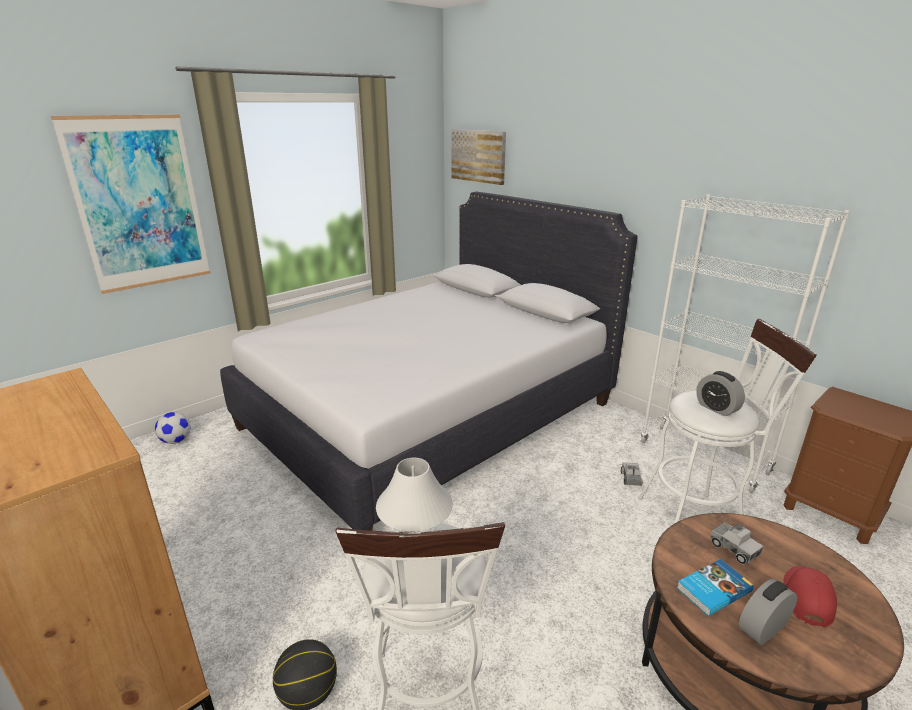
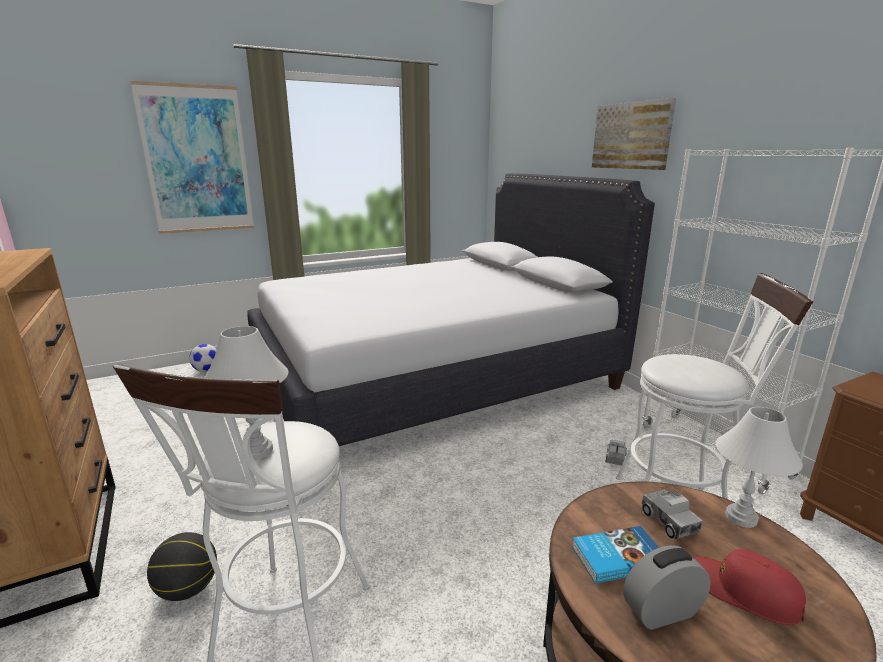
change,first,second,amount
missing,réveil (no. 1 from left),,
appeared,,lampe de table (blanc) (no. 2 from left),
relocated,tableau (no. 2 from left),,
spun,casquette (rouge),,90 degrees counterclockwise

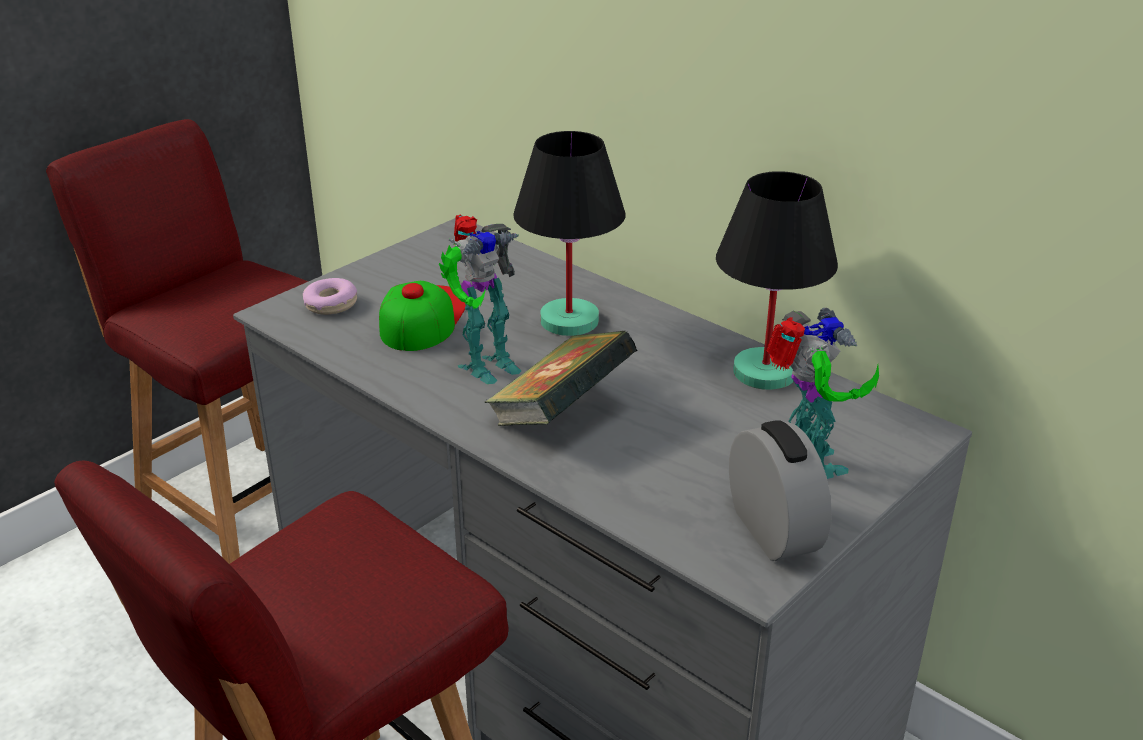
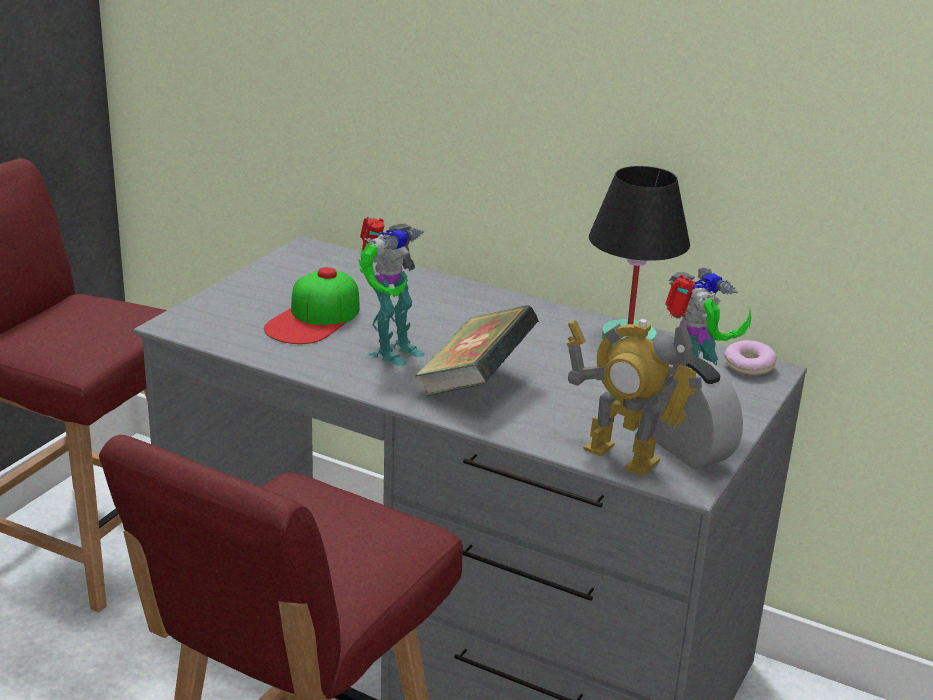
change,first,second,amount
missing,lampe de table (noir) (no. 1 from left),,
appeared,,robot jouet (no. 2 from left),
relocated,beignet,,
spun,casquette,,150 degrees counterclockwise

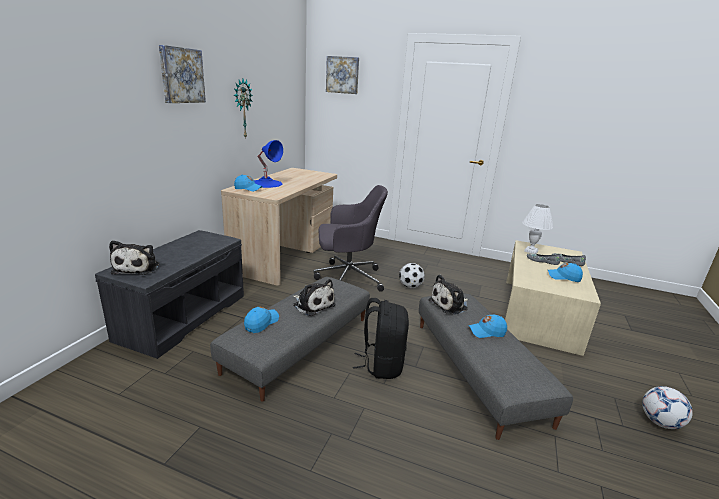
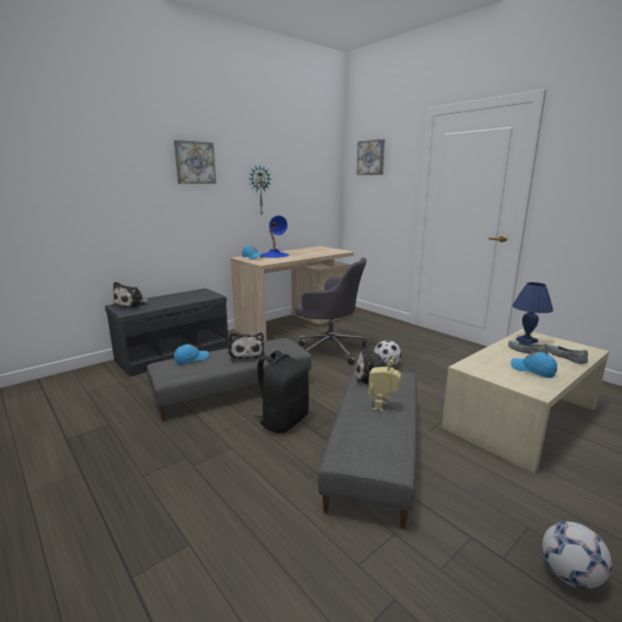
change,first,second,amount
exchanged,casquette (bleu) (no. 3 from left),robot jouet,
colour,lampe de table (blanc),lampe de table (bleu) (no. 2 from left),

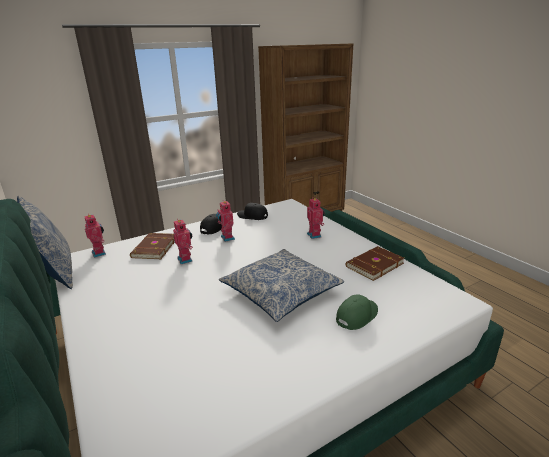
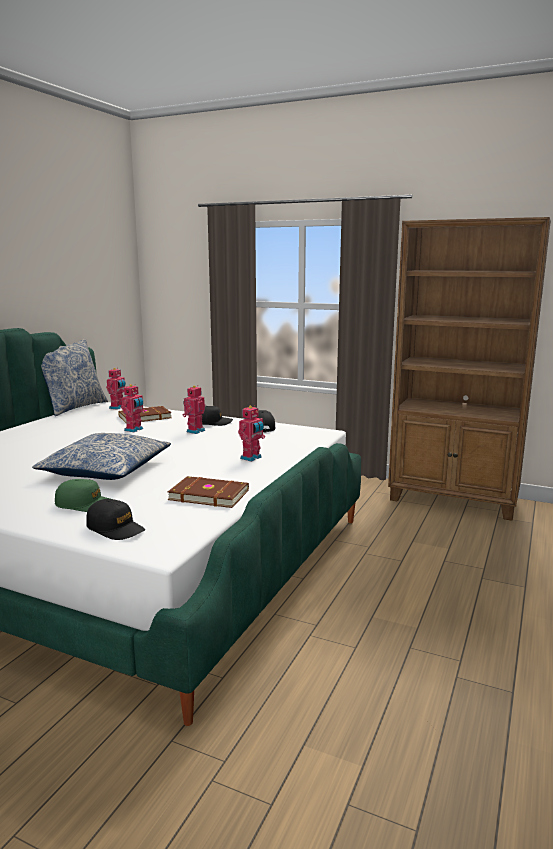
change,first,second,amount
appeared,,casquette (noir) (no. 1 from left),

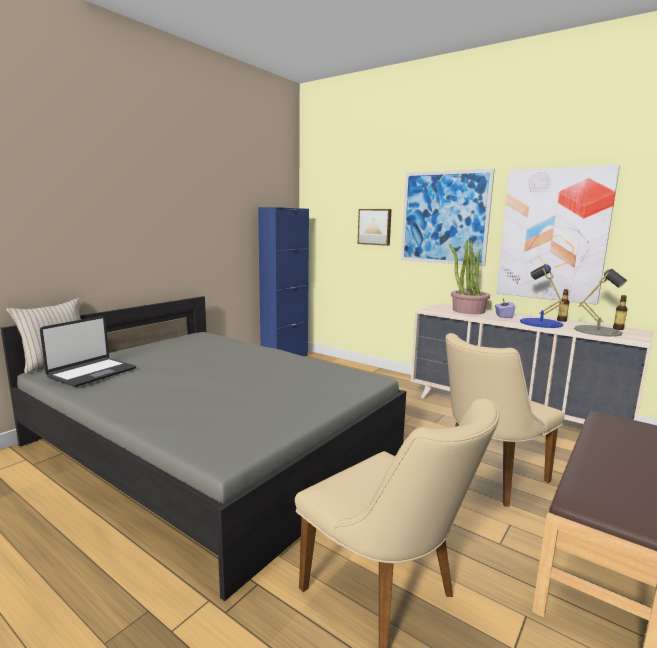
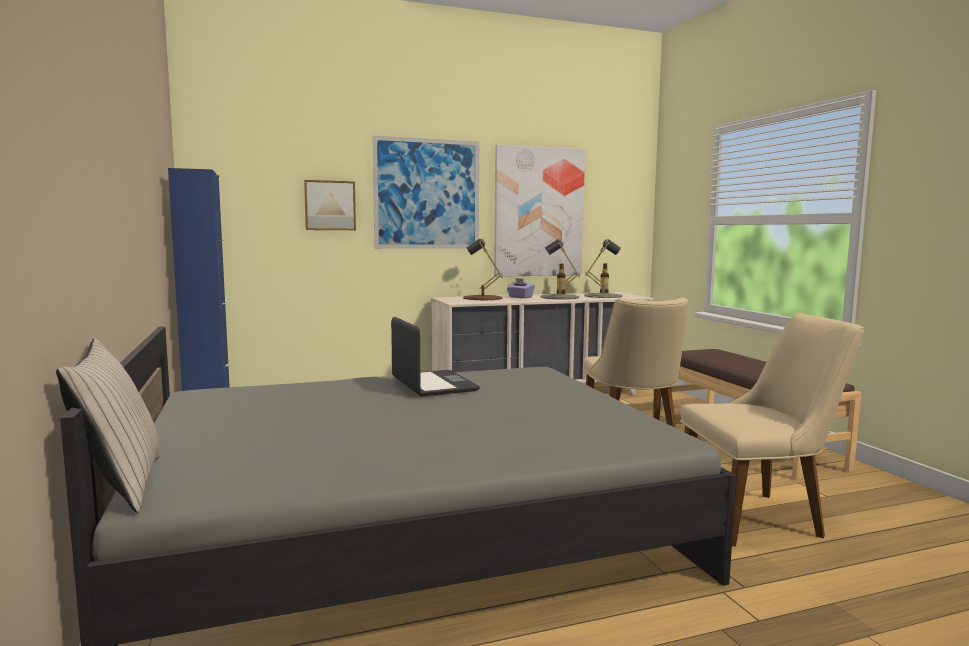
change,first,second,amount
relocated,ordinateur portable,,
exchanged,plante en pot,lampe de table (marron),
colour,lampe de table (bleu),lampe de table (gris) (no. 1 from left),

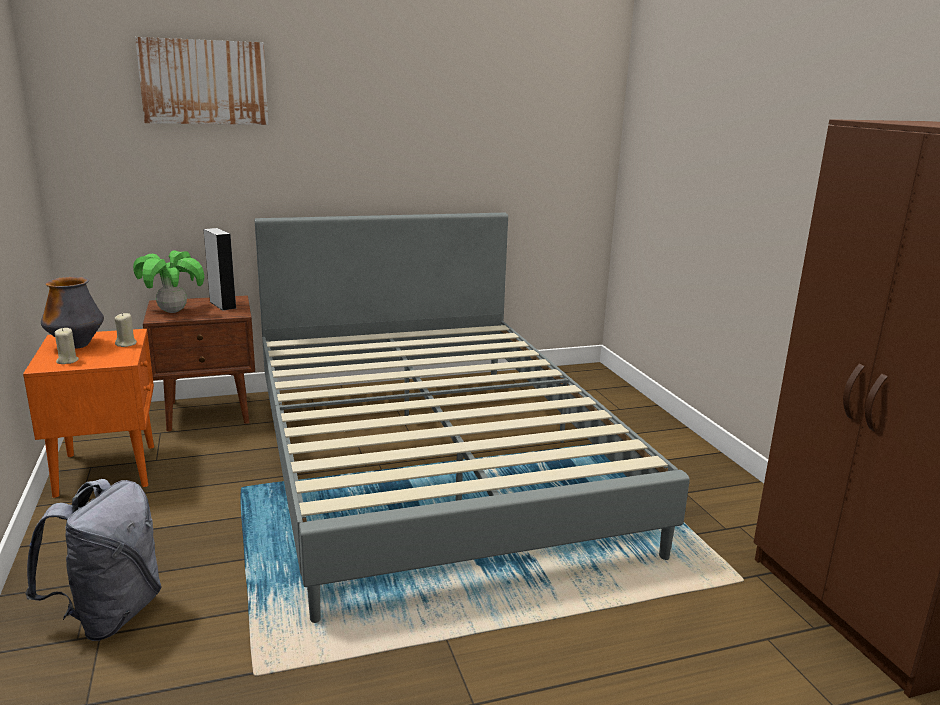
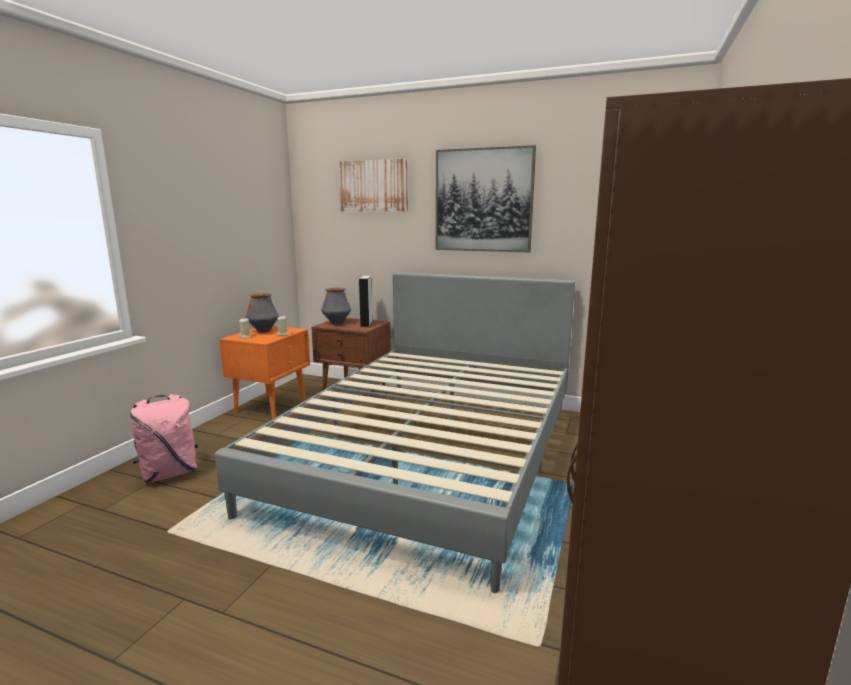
change,first,second,amount
appeared,,tableau (no. 2 from left),
exchanged,plante en pot,vase (no. 2 from left),
colour,sac à dos (gris),sac à dos (rose),

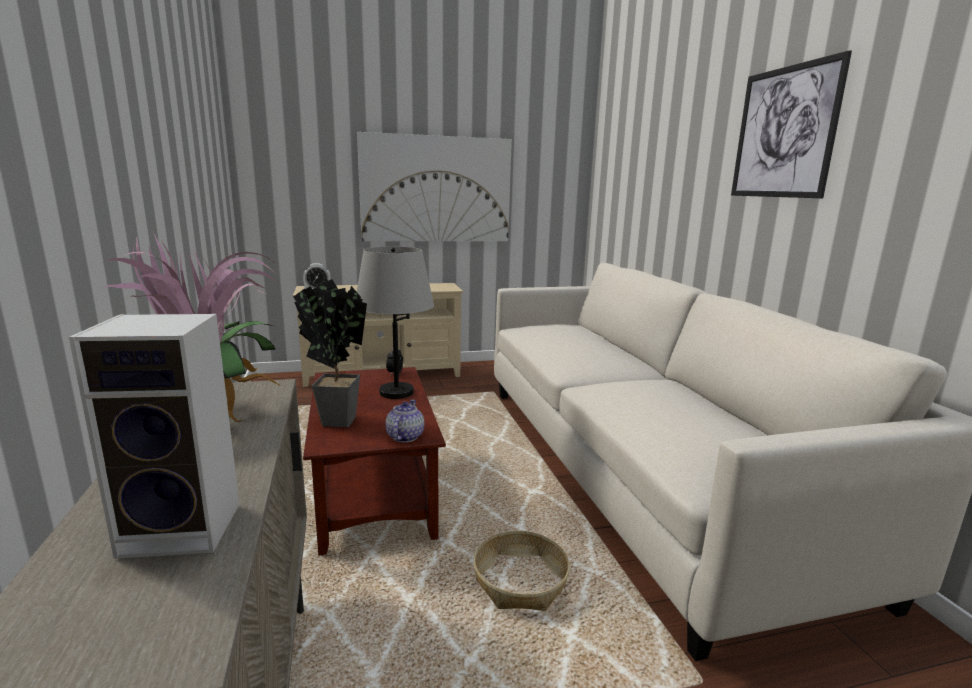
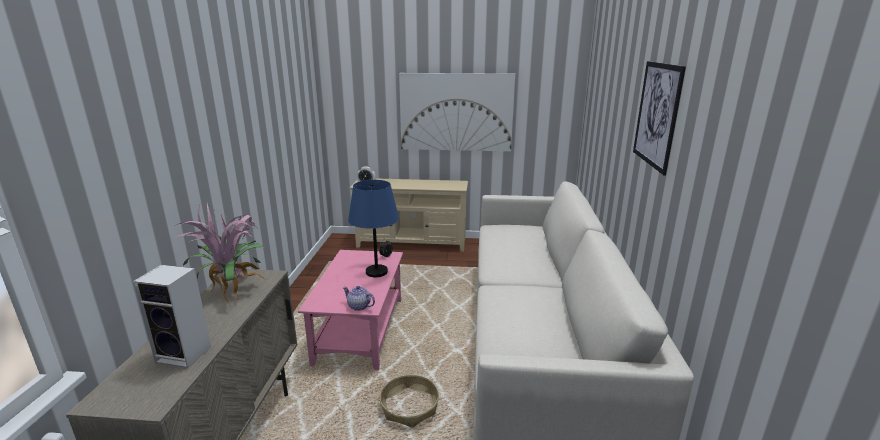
change,first,second,amount
missing,plante en pot (no. 2 from left),,
colour,table basse (marron),table basse (rose),
colour,lampe de table (gris),lampe de table (bleu),
spun,théière,,90 degrees counterclockwise

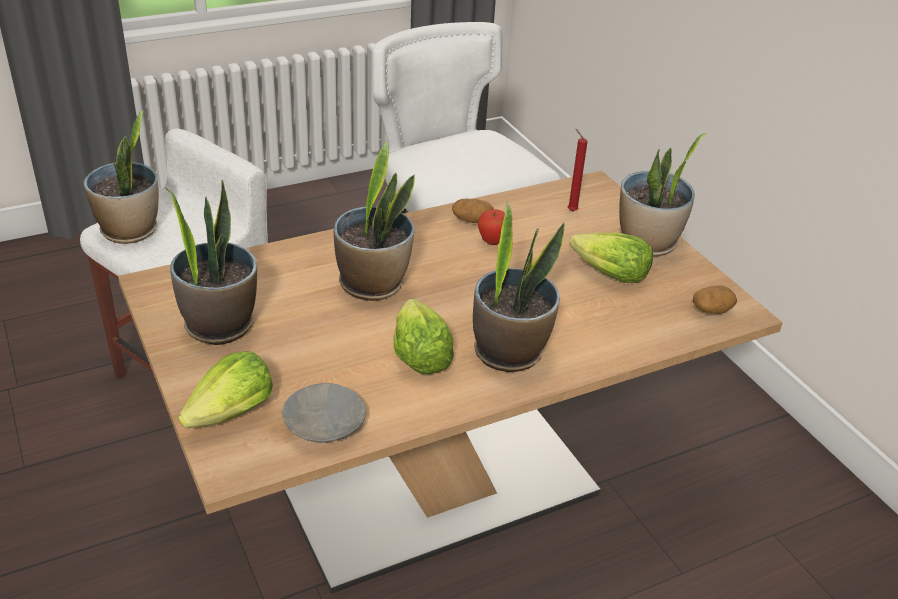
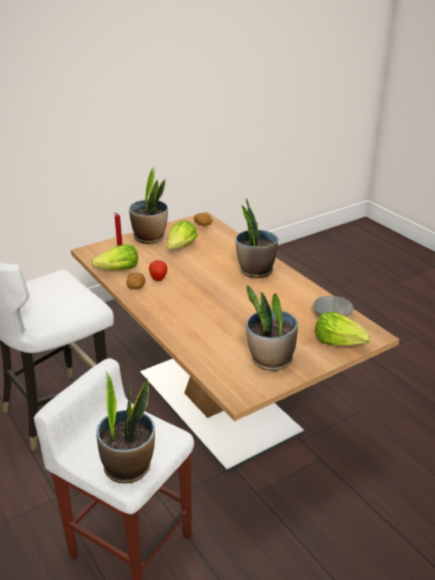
change,first,second,amount
missing,plante en pot (no. 3 from left),,
relocated,laitue (no. 2 from left in the first image),laitue (no. 1 from left),

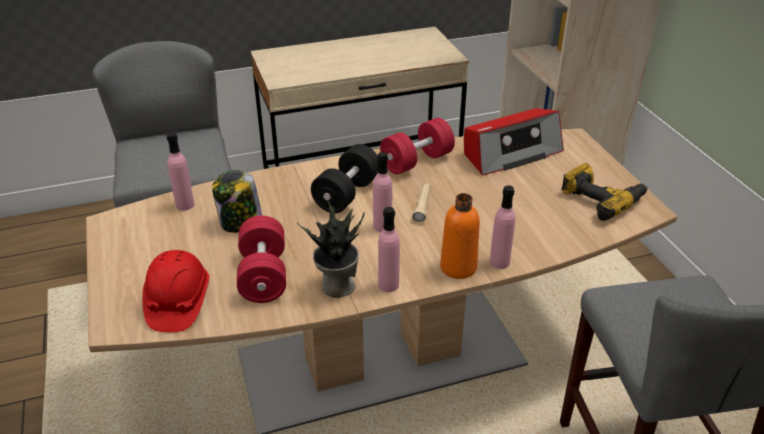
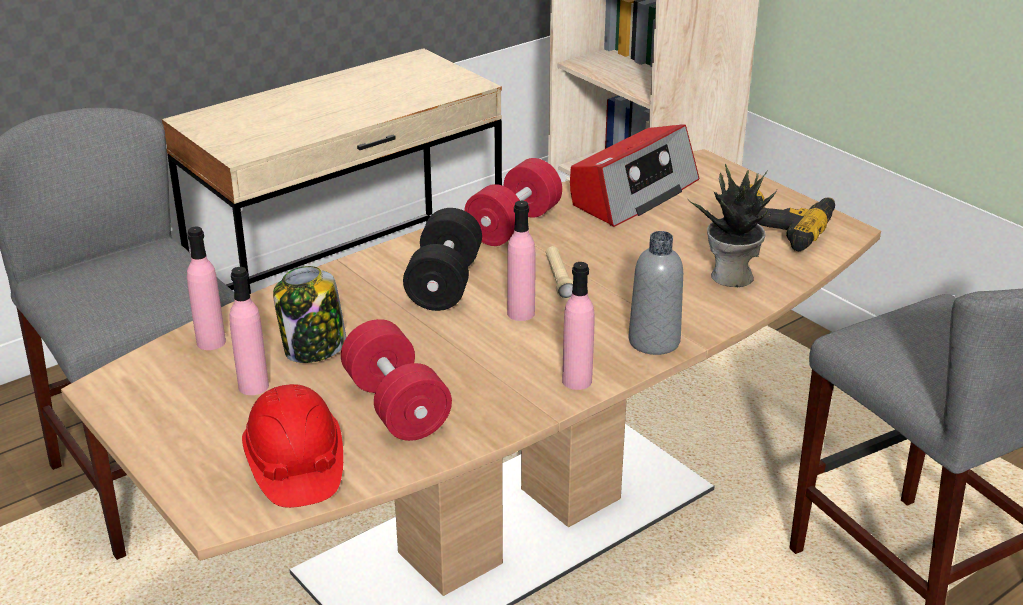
change,first,second,amount
relocated,plante en pot,,
relocated,bouteille (rose) (no. 4 from left in the first image),bouteille (rose) (no. 2 from left),
colour,bouteille (orange),bouteille (gris),

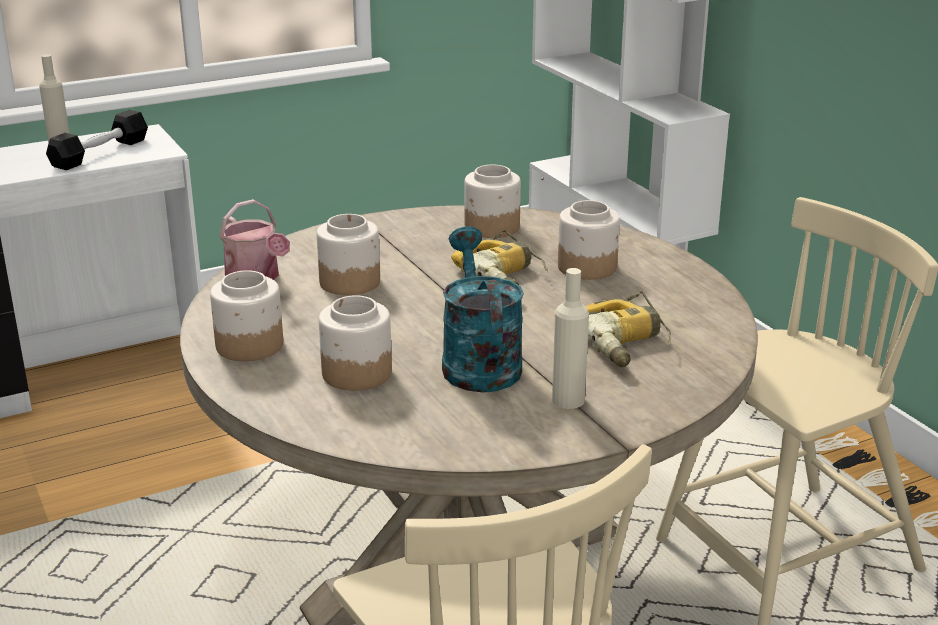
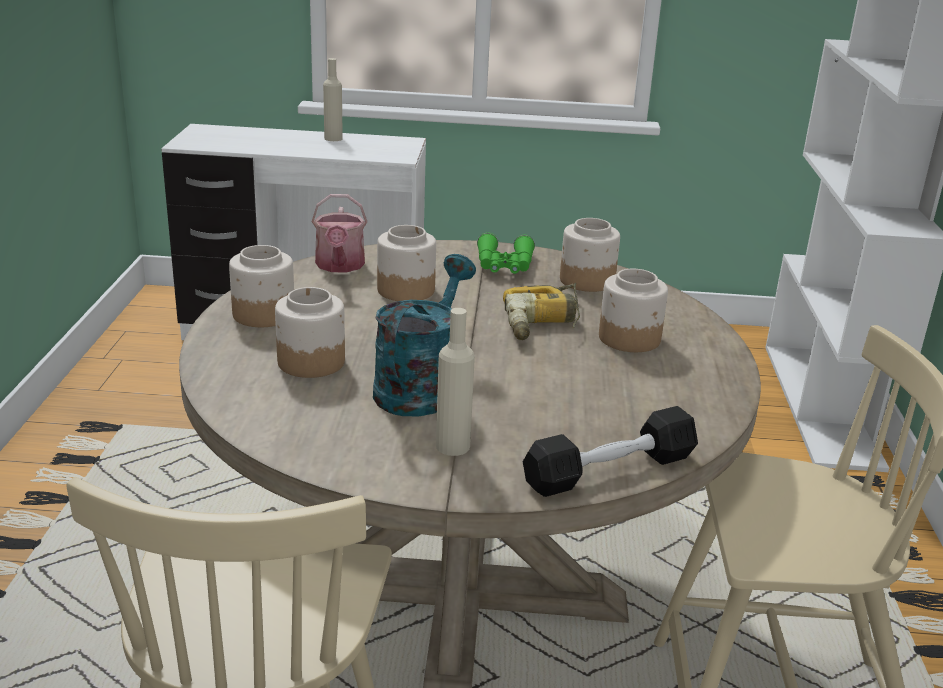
change,first,second,amount
missing,perceuse (no. 2 from left),,
appeared,,jumelles (vert),
relocated,haltère (noir),,

